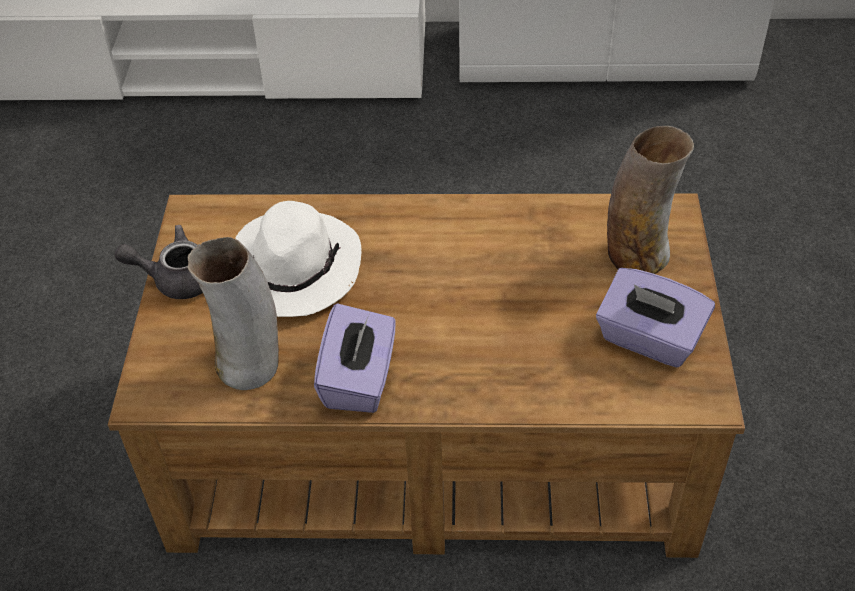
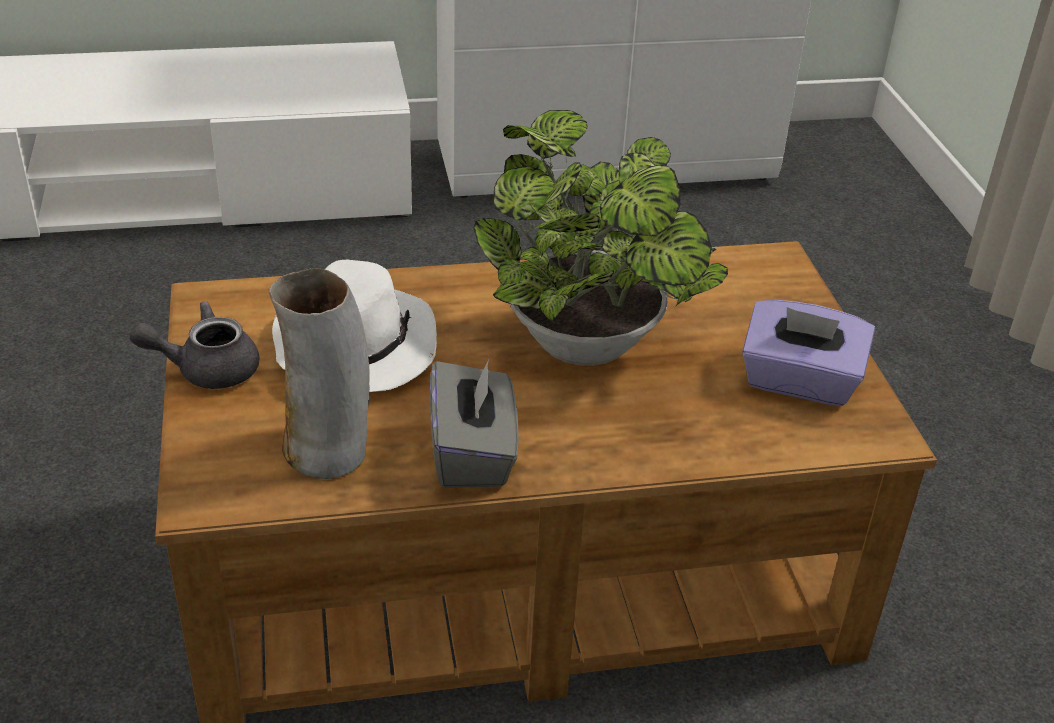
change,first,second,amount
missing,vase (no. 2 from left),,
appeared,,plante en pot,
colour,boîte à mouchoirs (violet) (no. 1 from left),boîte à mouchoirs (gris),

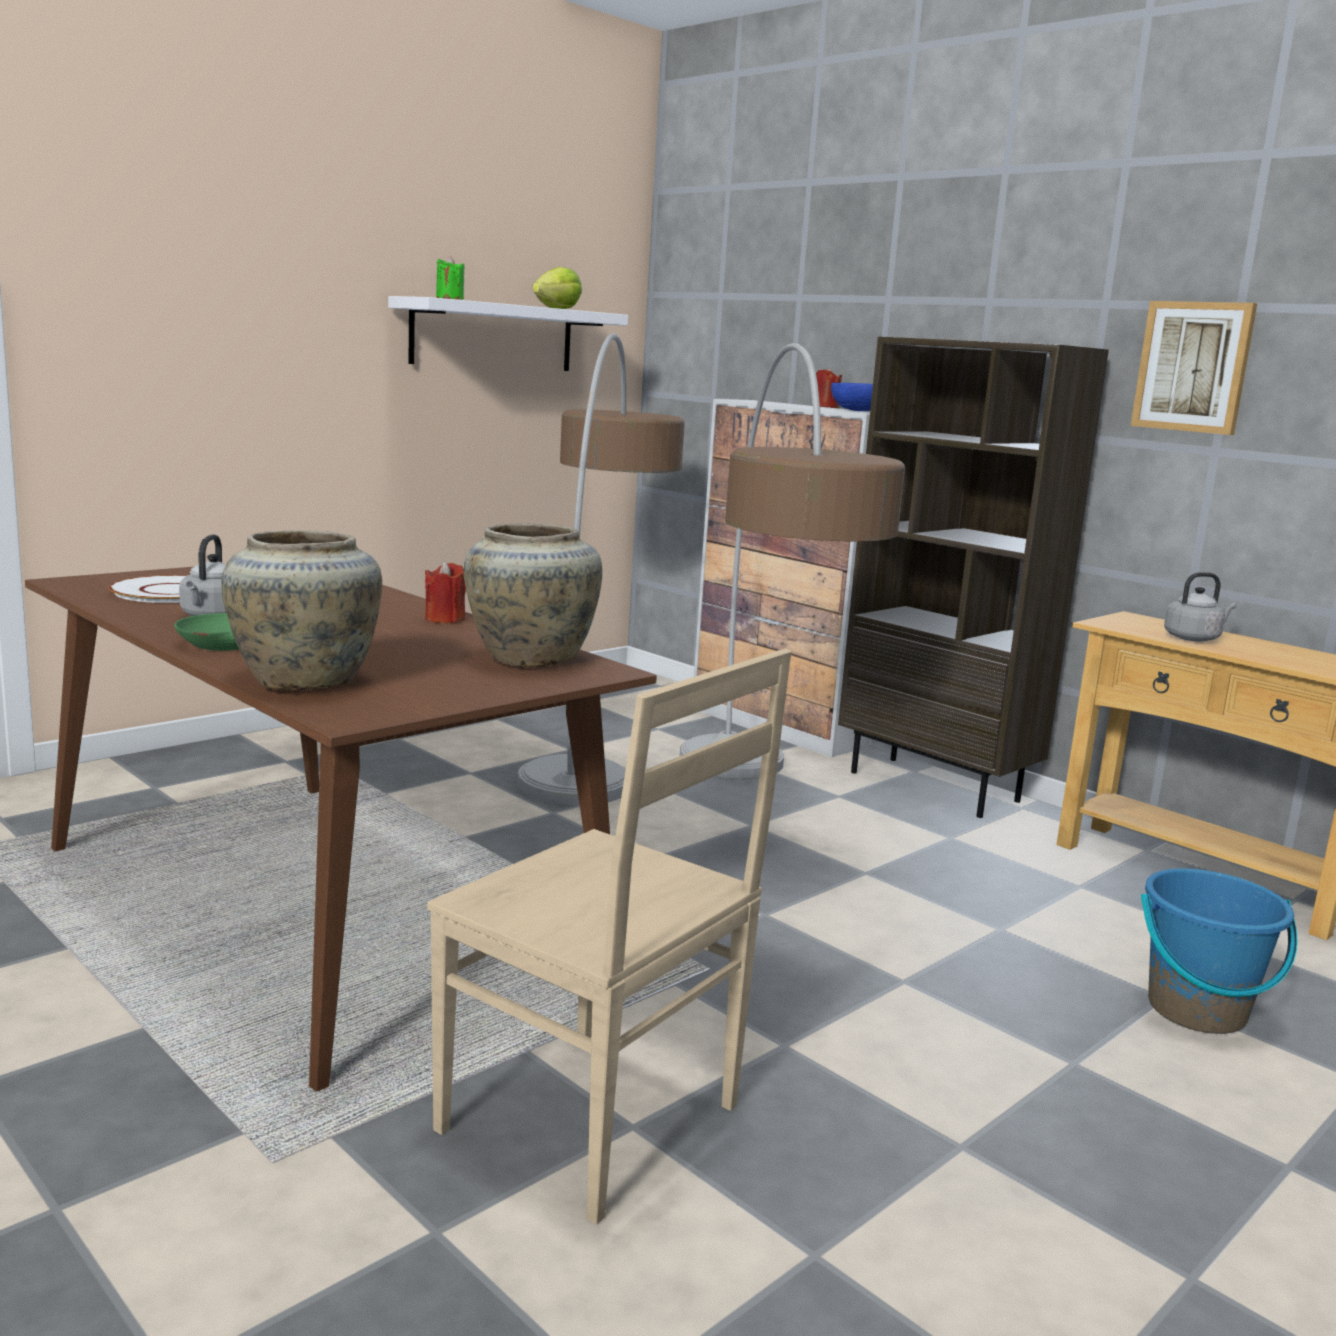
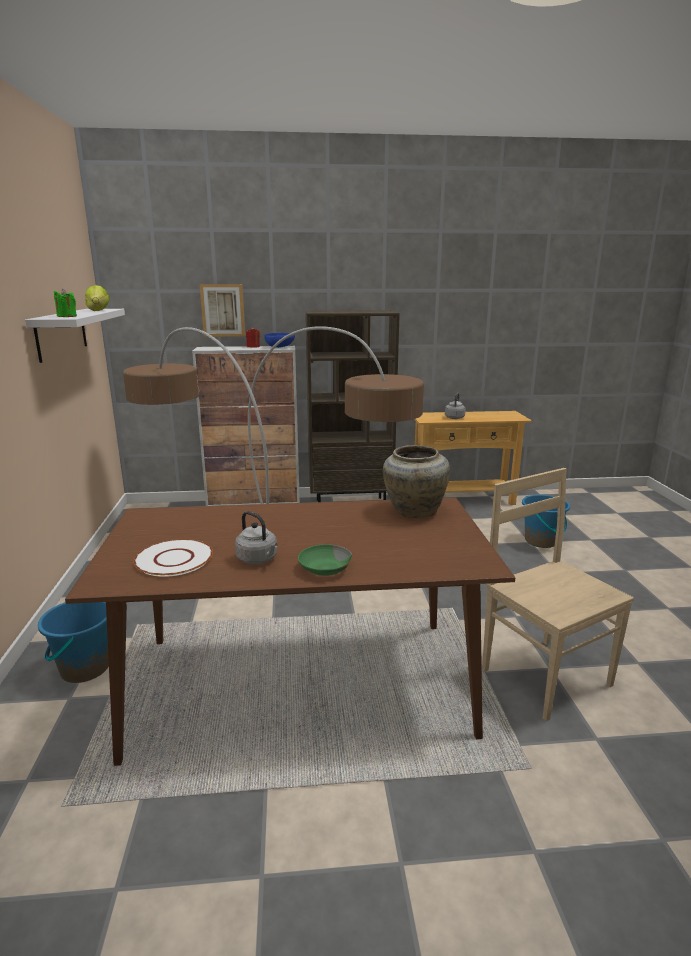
change,first,second,amount
missing,vase (beige) (no. 1 from left),,
missing,bougie (rouge) (no. 1 from left),,
appeared,,seau (bleu) (no. 1 from left),
relocated,tableau,,
spun,chaise (beige),,105 degrees counterclockwise

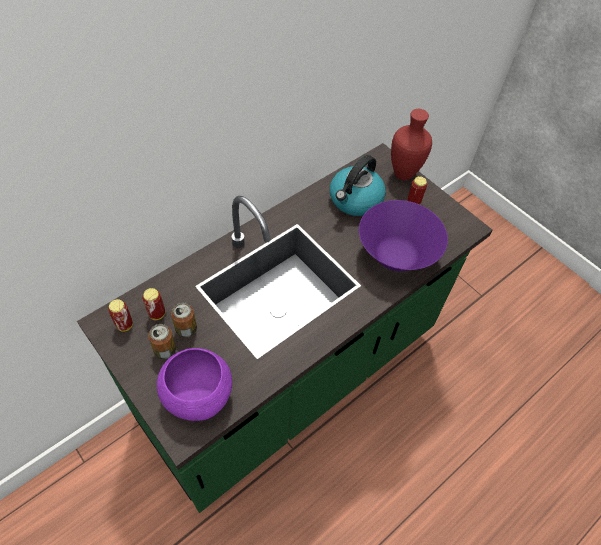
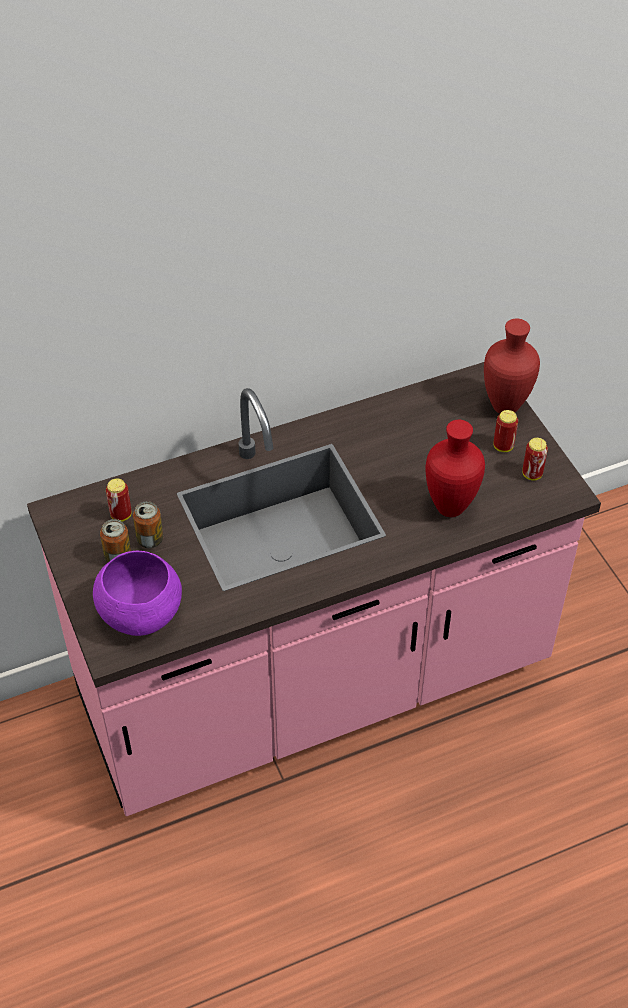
change,first,second,amount
missing,bouilloire,,
relocated,boîte métallique (no. 1 from left in the first image),boîte métallique (no. 5 from left),
exchanged,bol (violet) (no. 2 from left),vase (rouge) (no. 1 from left),
colour,comptoir de cuisine (vert),comptoir de cuisine (rose),

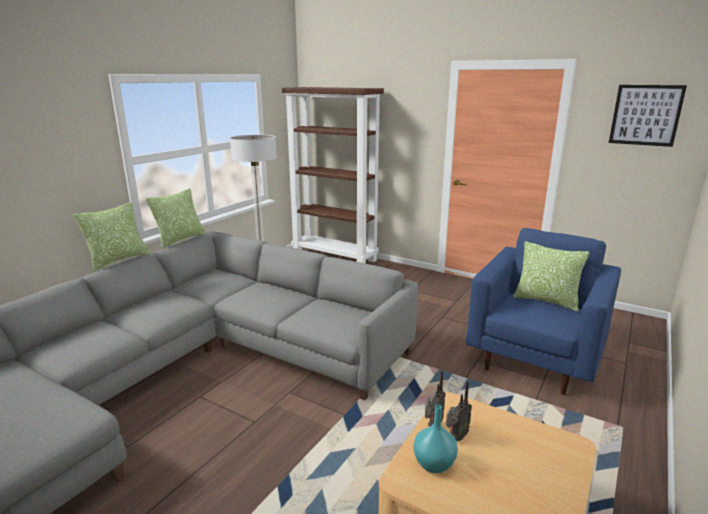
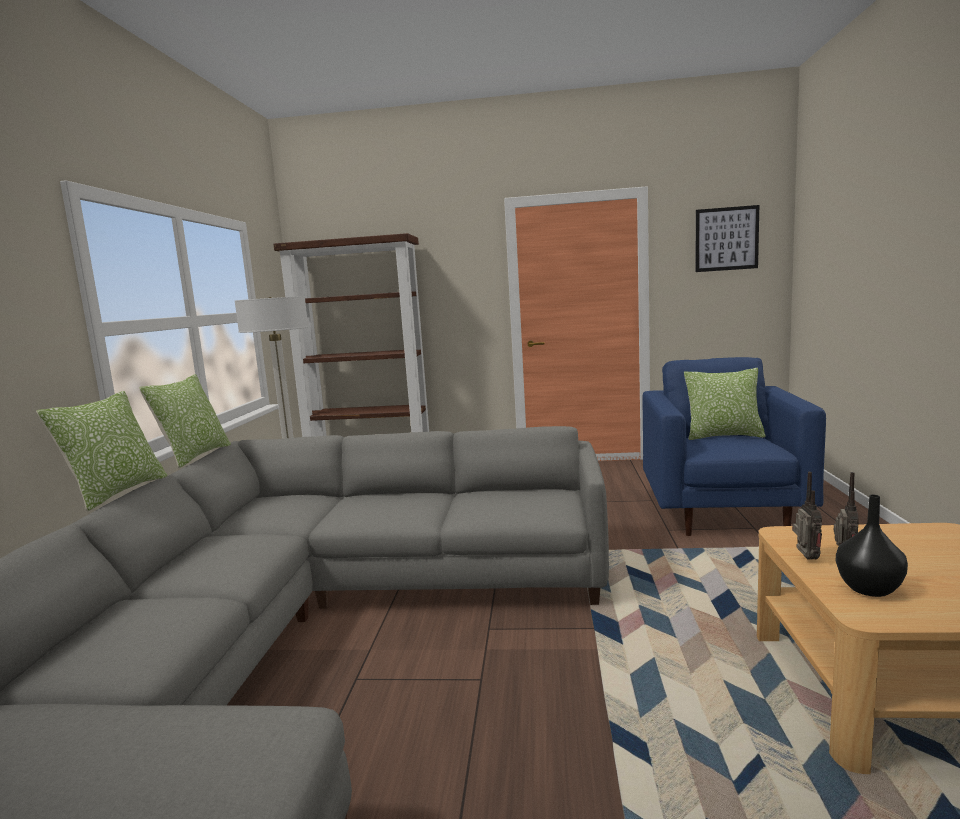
change,first,second,amount
colour,vase (turquoise),vase (noir),

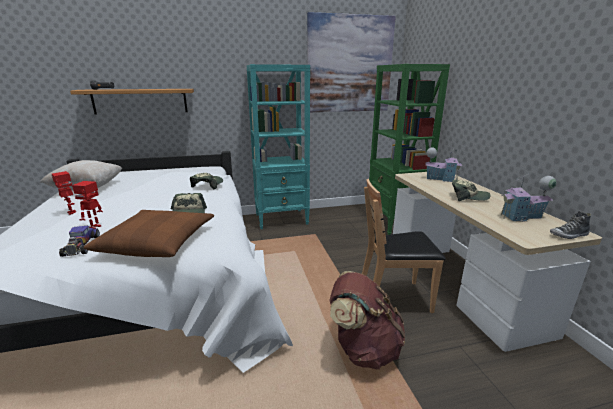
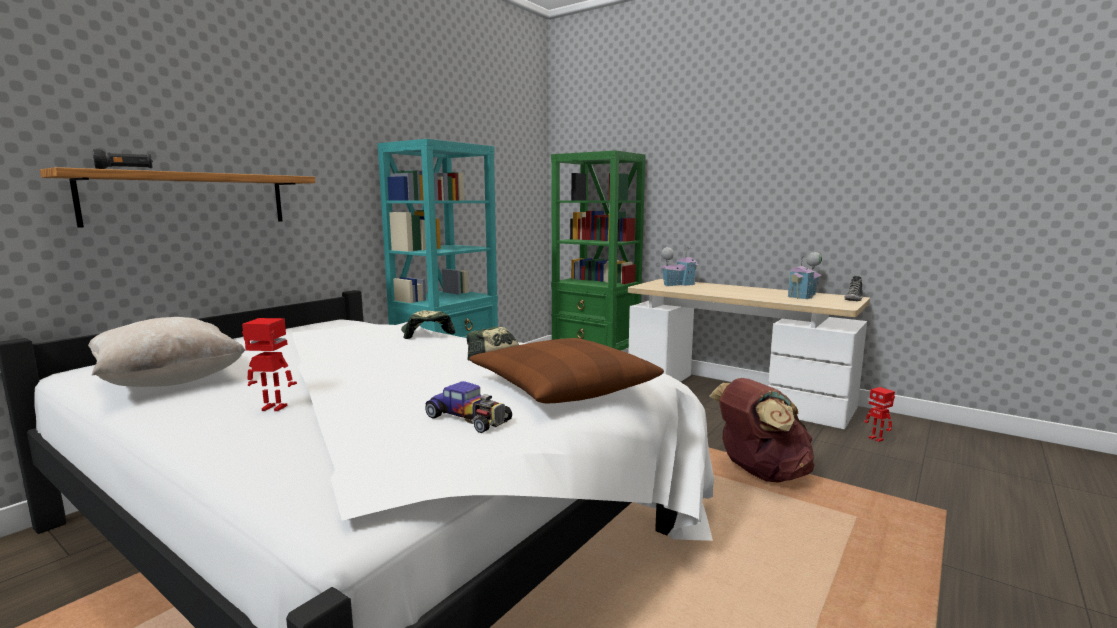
change,first,second,amount
missing,tableau,,
missing,chaise (marron),,
missing,casquette (no. 3 from left),,
relocated,robot jouet (no. 2 from left),,

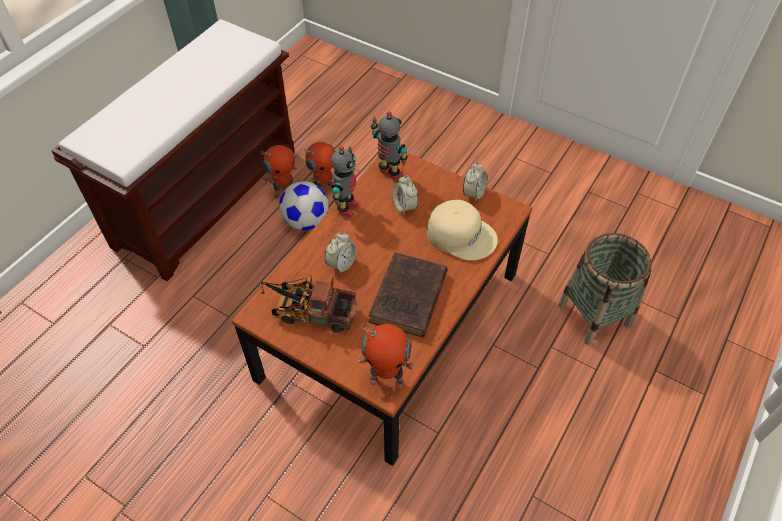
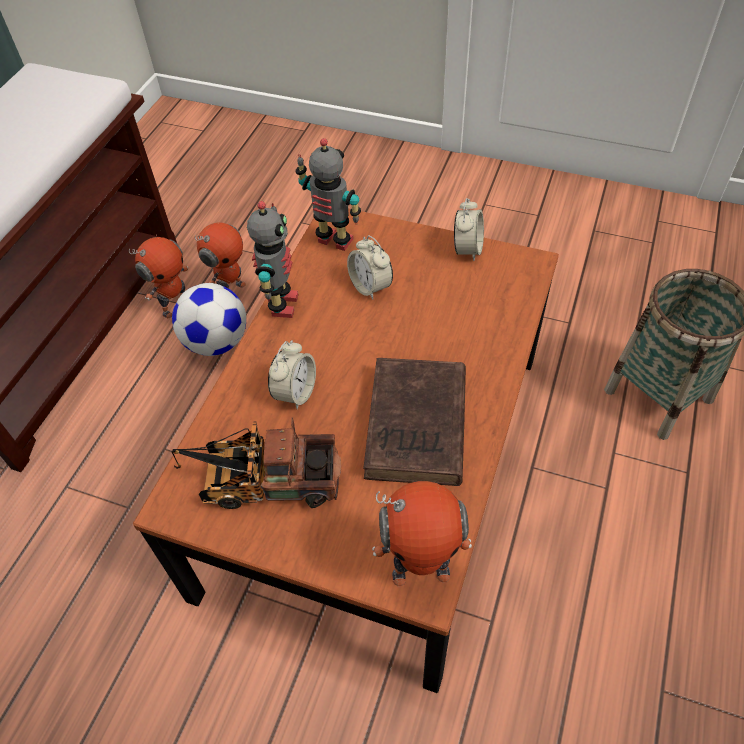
change,first,second,amount
missing,casquette (beige),,

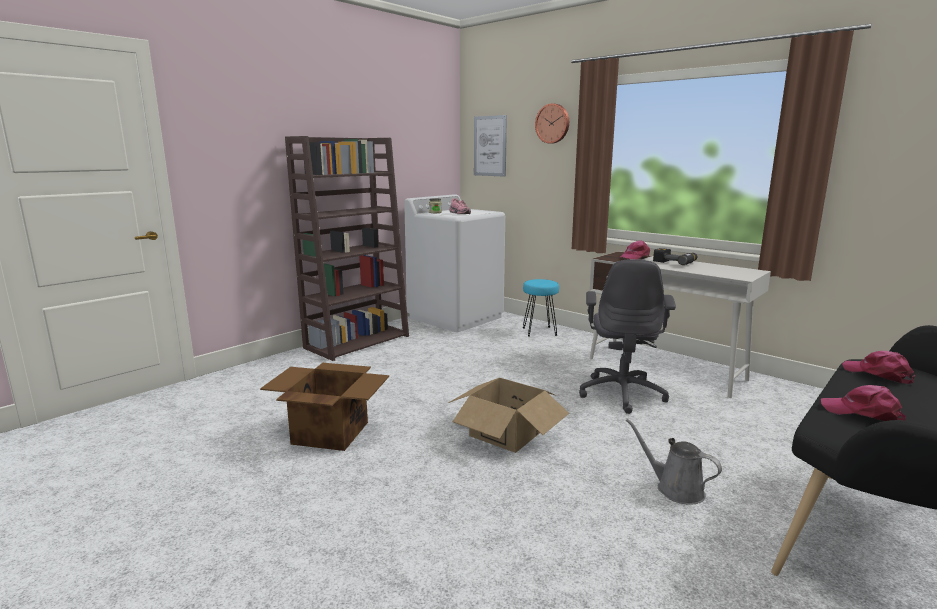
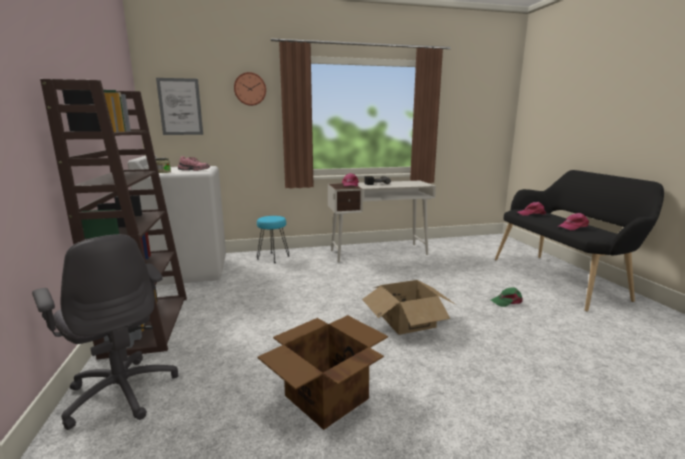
change,first,second,amount
relocated,chaise de bureau (gris),,
exchanged,arrosoir (gris),casquette (vert),

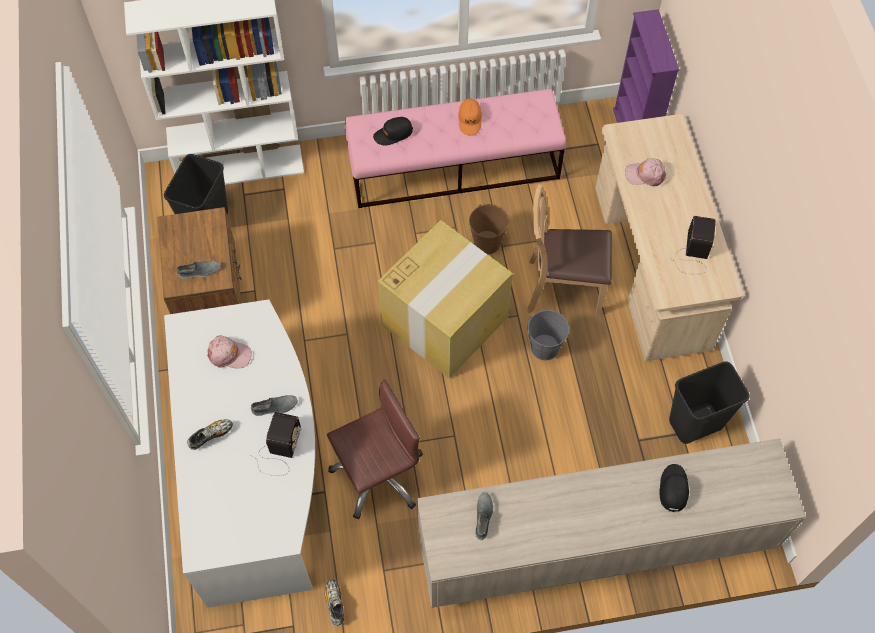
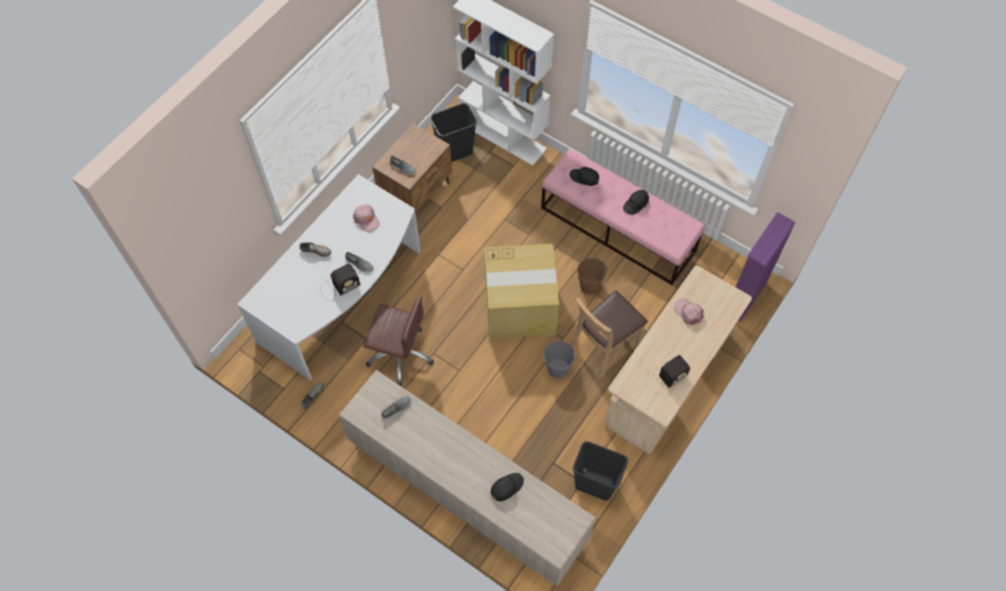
change,first,second,amount
colour,casquette (orange),casquette (noir) (no. 3 from left),
spun,chaise (marron),,90 degrees counterclockwise

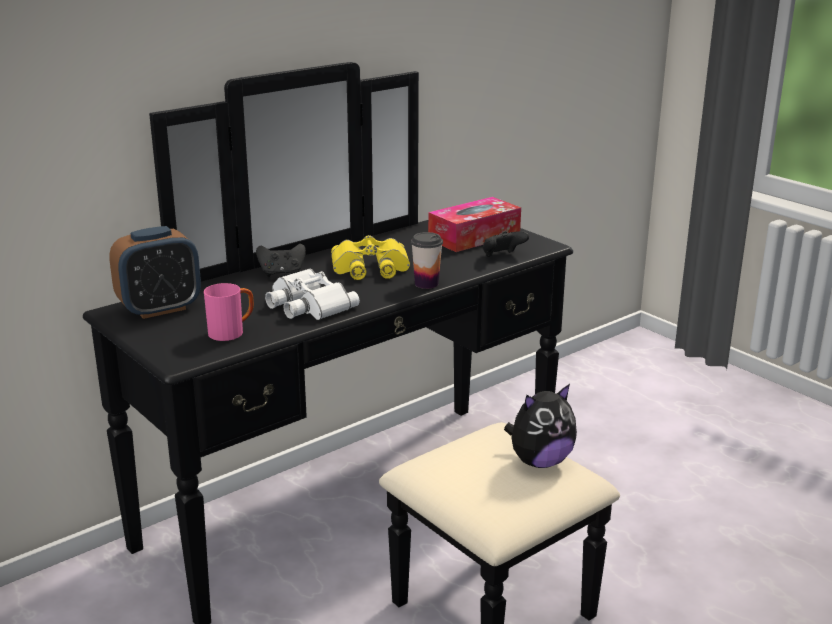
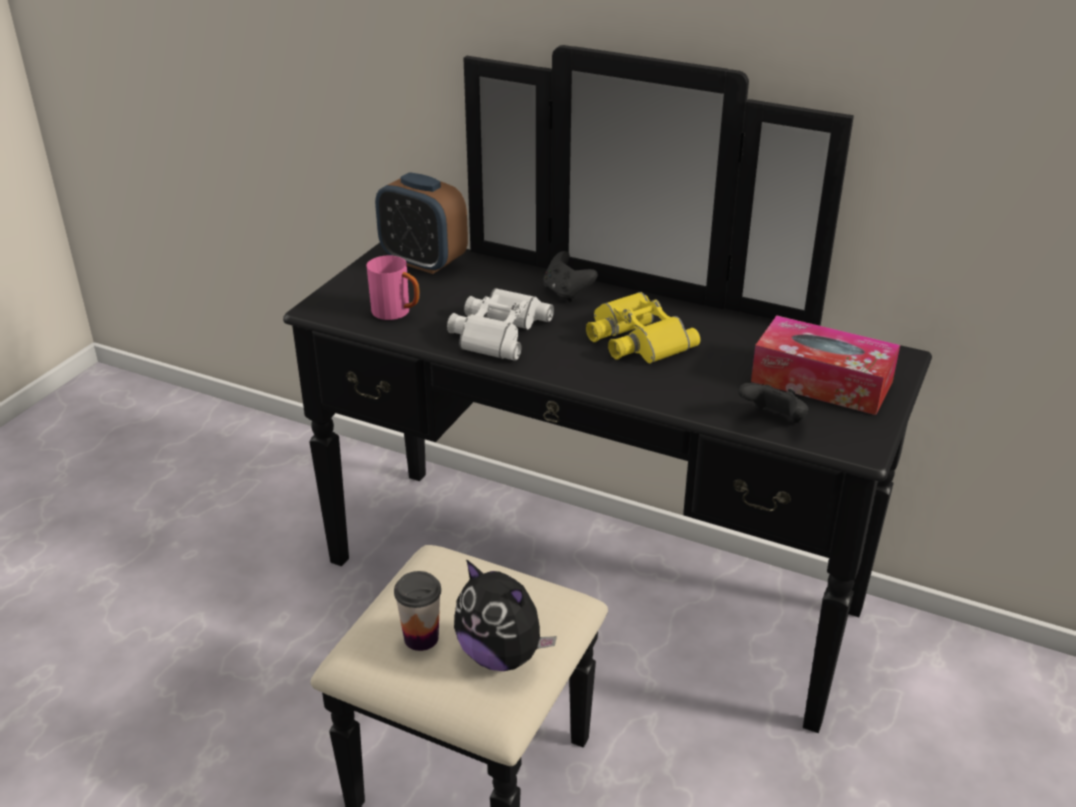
change,first,second,amount
relocated,tasse,,

